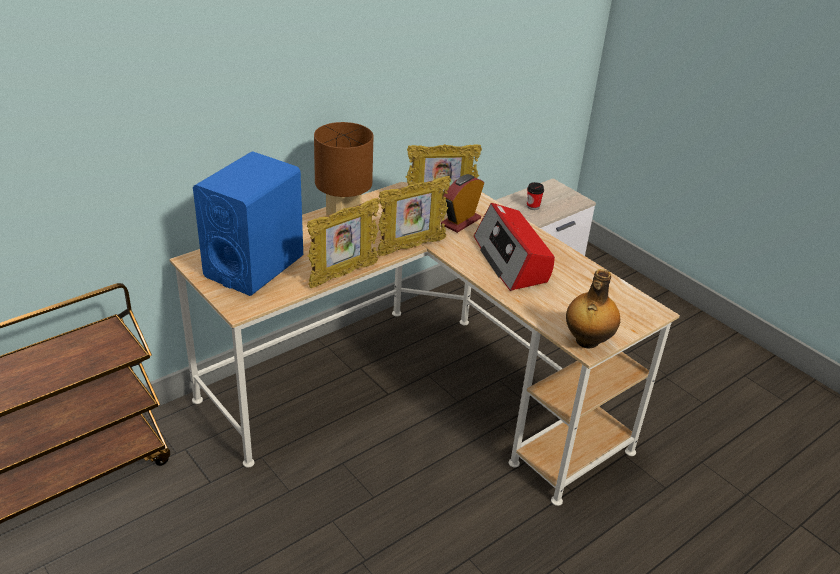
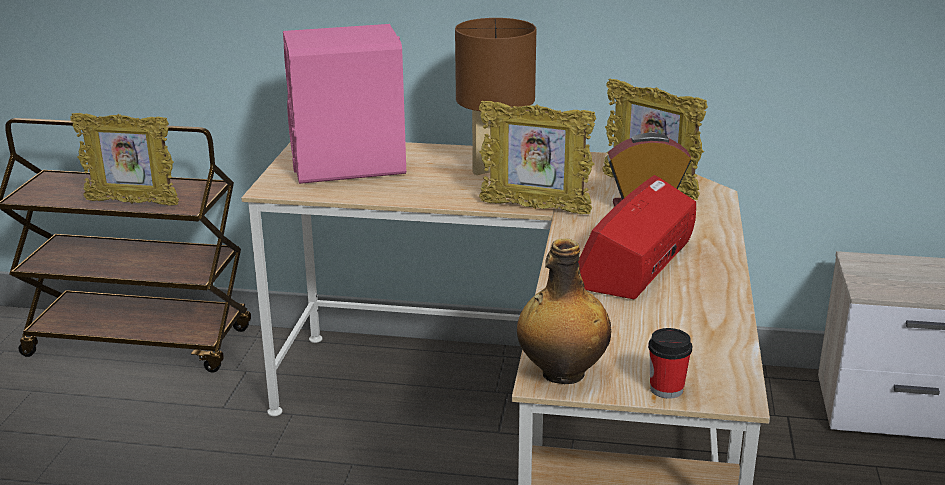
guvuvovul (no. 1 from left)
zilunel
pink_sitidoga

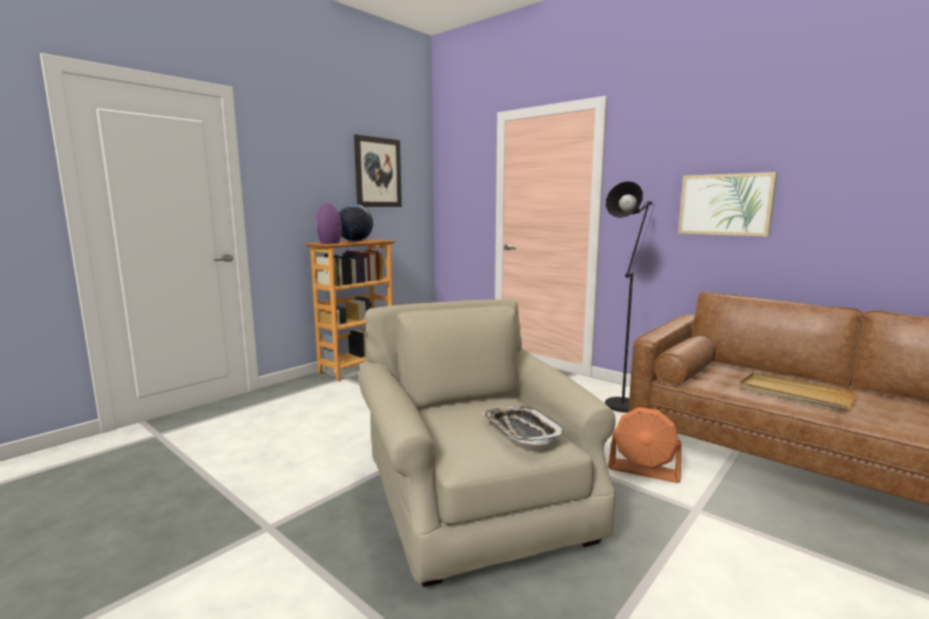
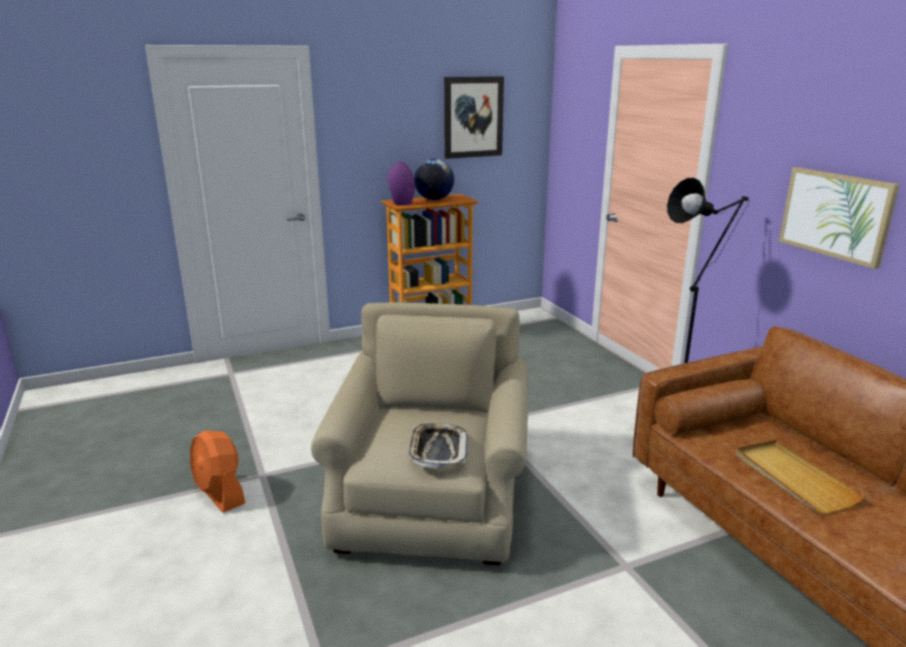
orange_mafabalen

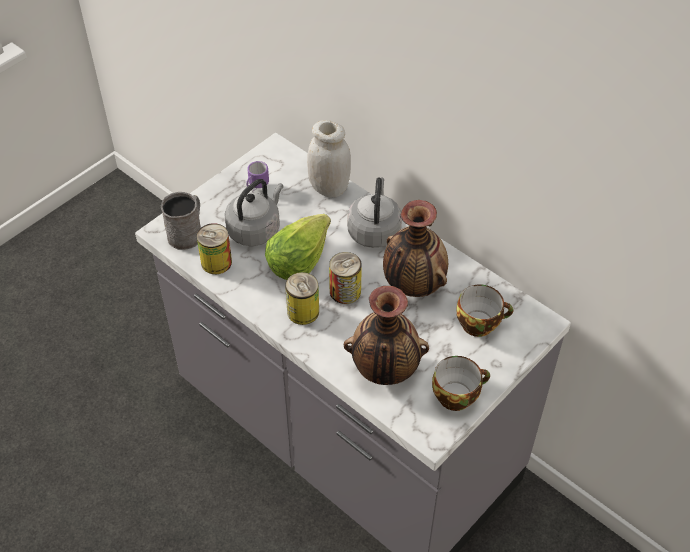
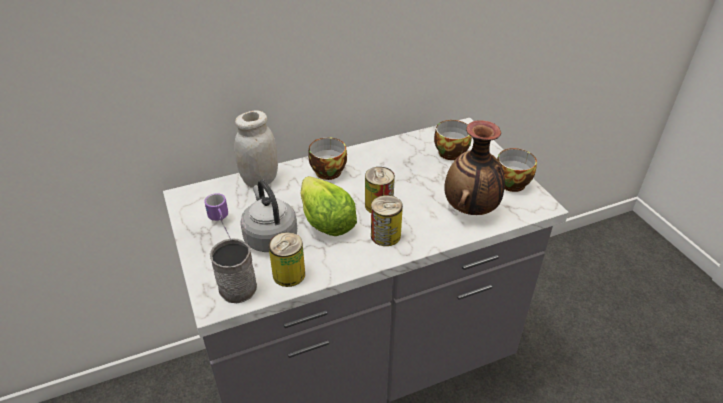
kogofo (no. 2 from left in the first image)
zilunel (no. 1 from left)

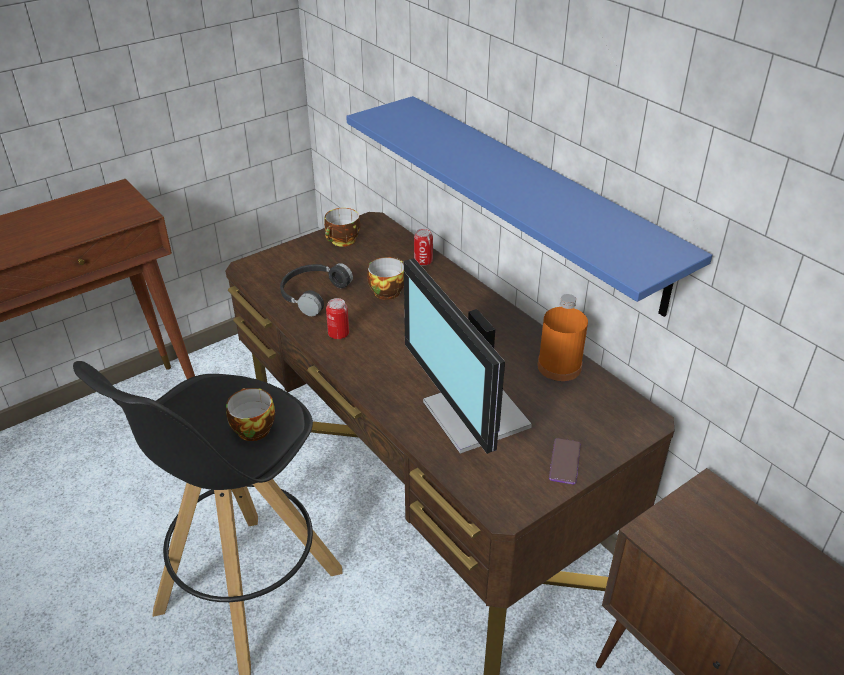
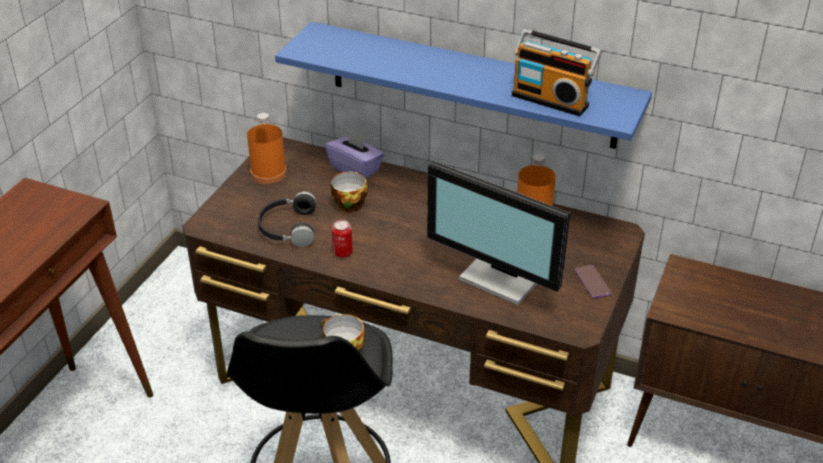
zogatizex
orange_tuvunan (no. 1 from left)
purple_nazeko

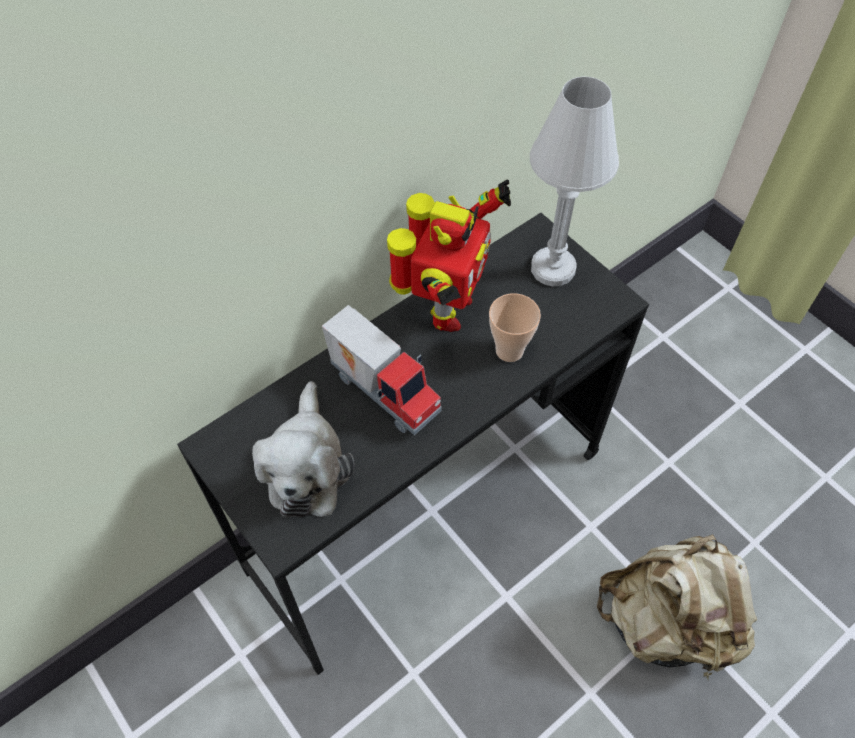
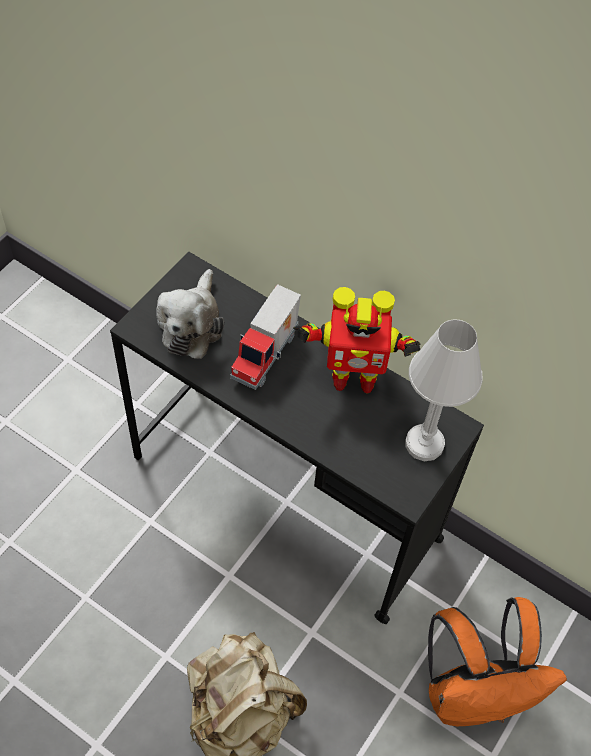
zilunel
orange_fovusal
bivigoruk

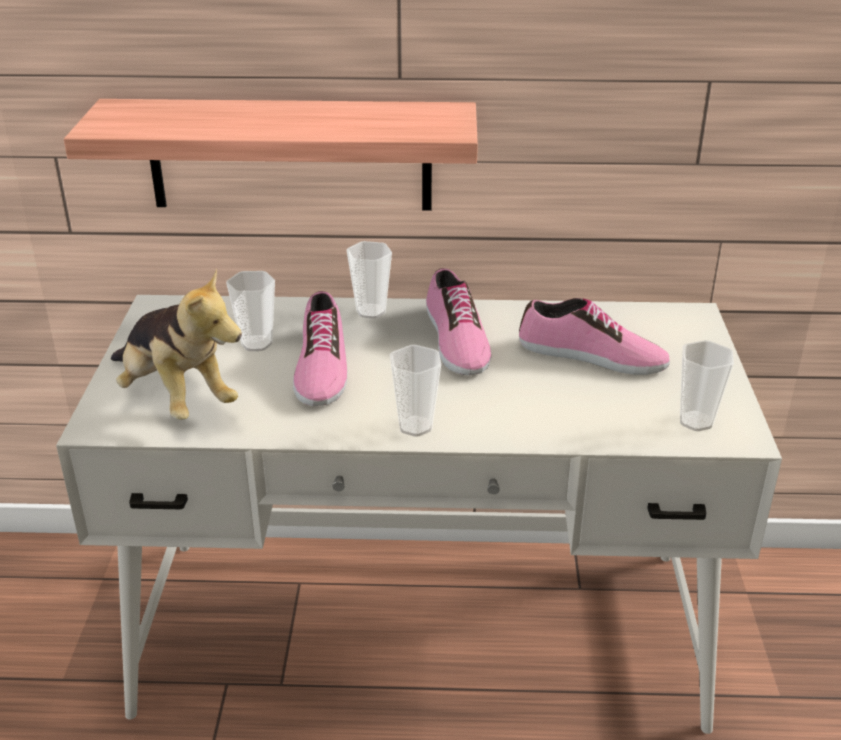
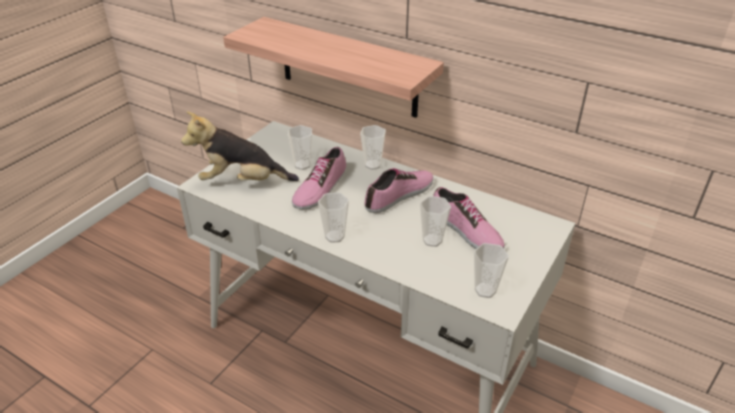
zilunel (no. 4 from left)
bivigoruk
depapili (no. 2 from left)

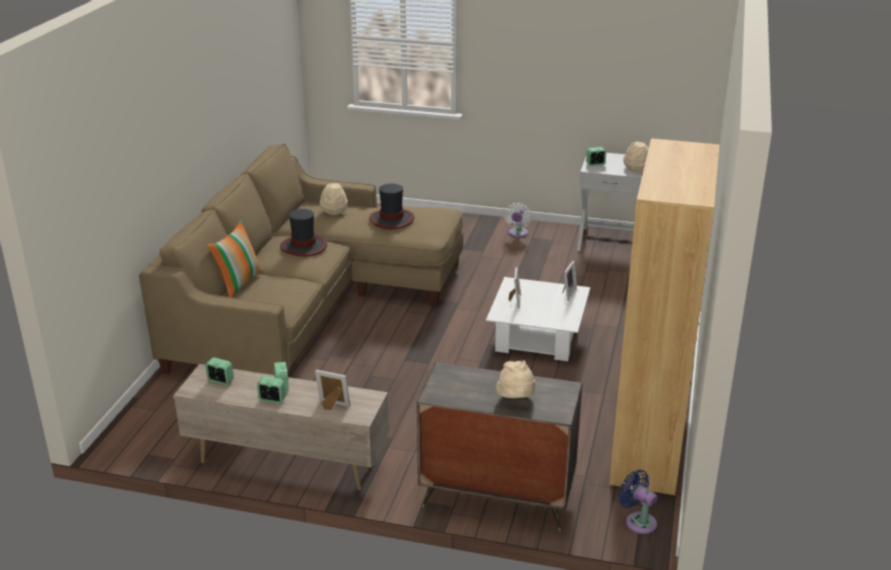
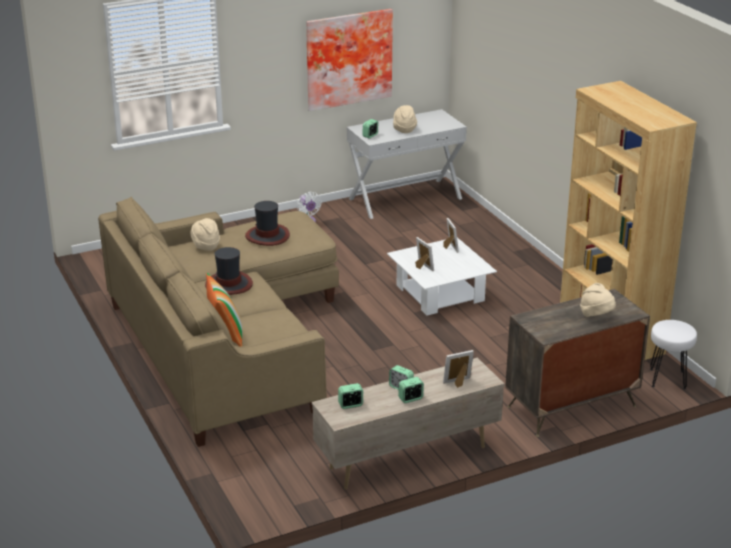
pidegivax
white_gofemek

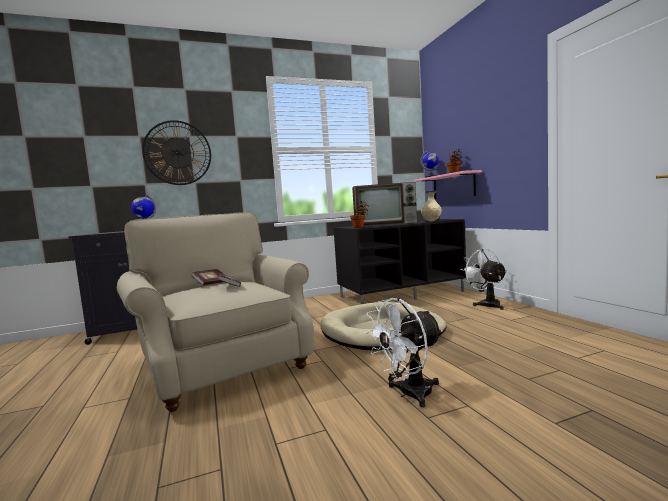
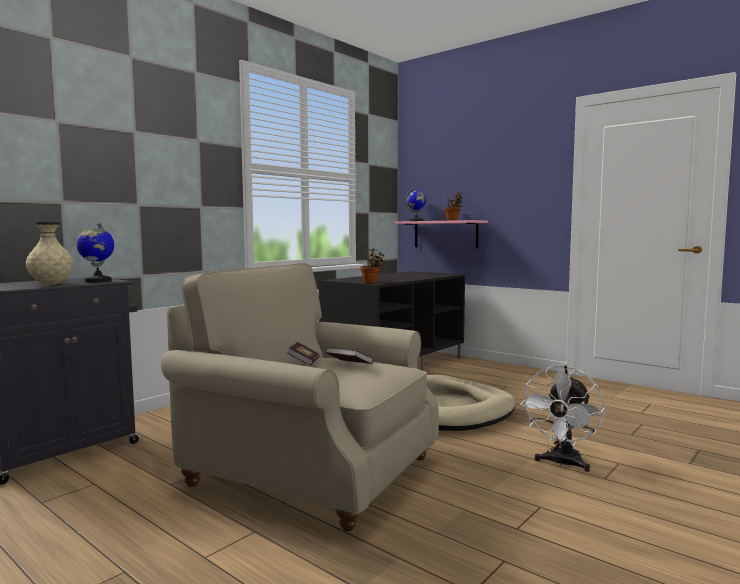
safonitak
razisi
white_mafabalen (no. 2 from left in the first image)
beige_kogofo

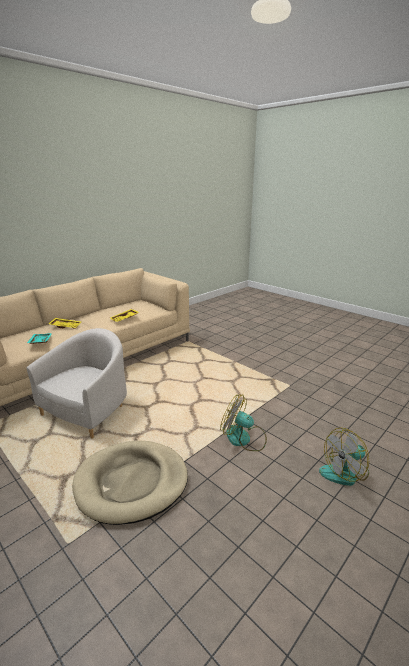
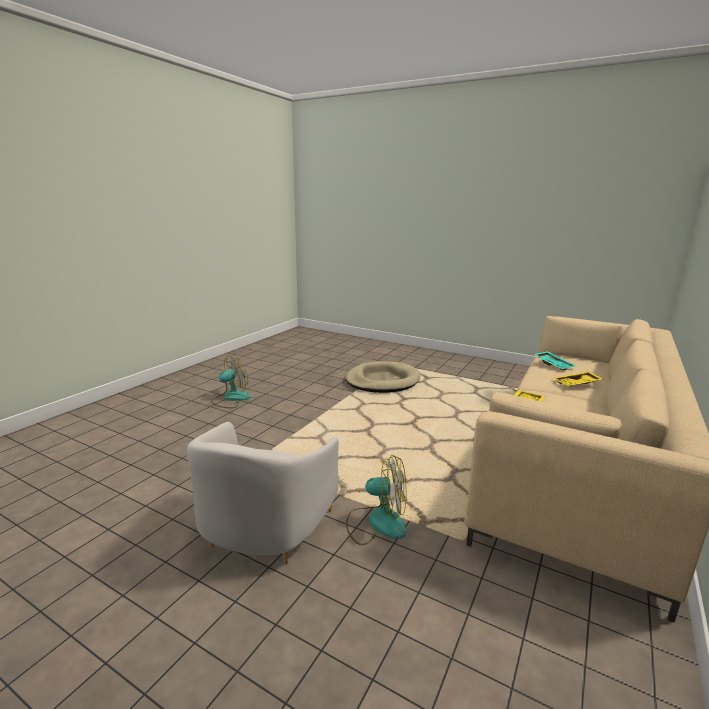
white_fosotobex
mafabalen (no. 2 from left)

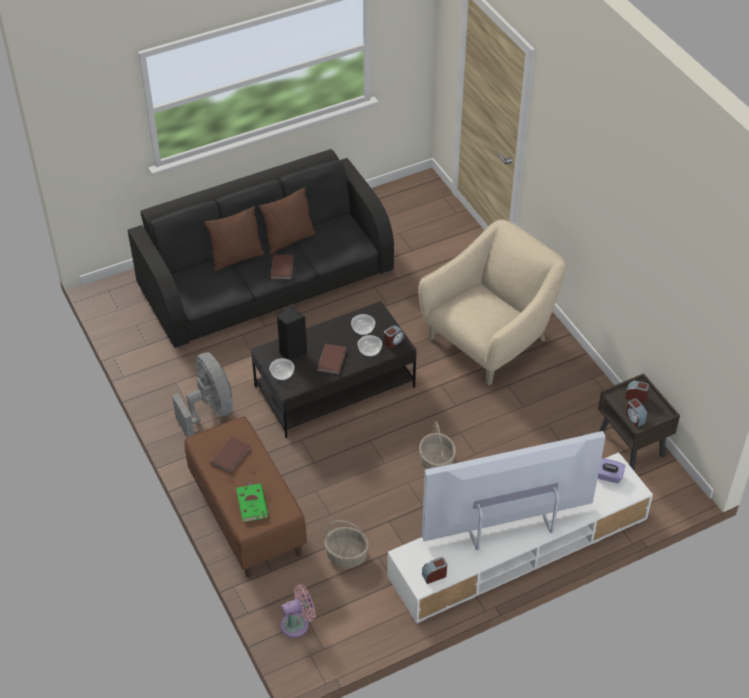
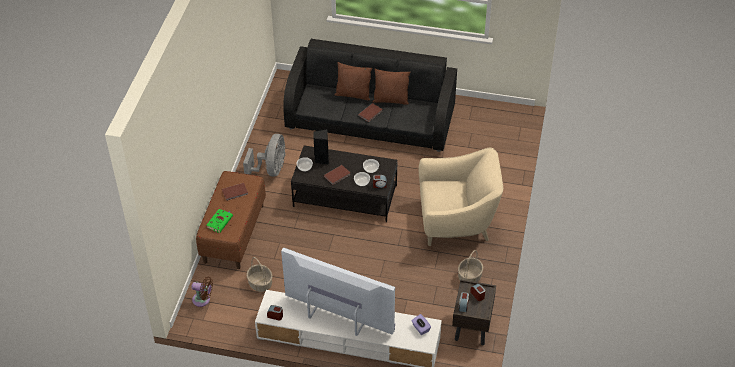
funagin (no. 2 from left)
brown_mafabalen

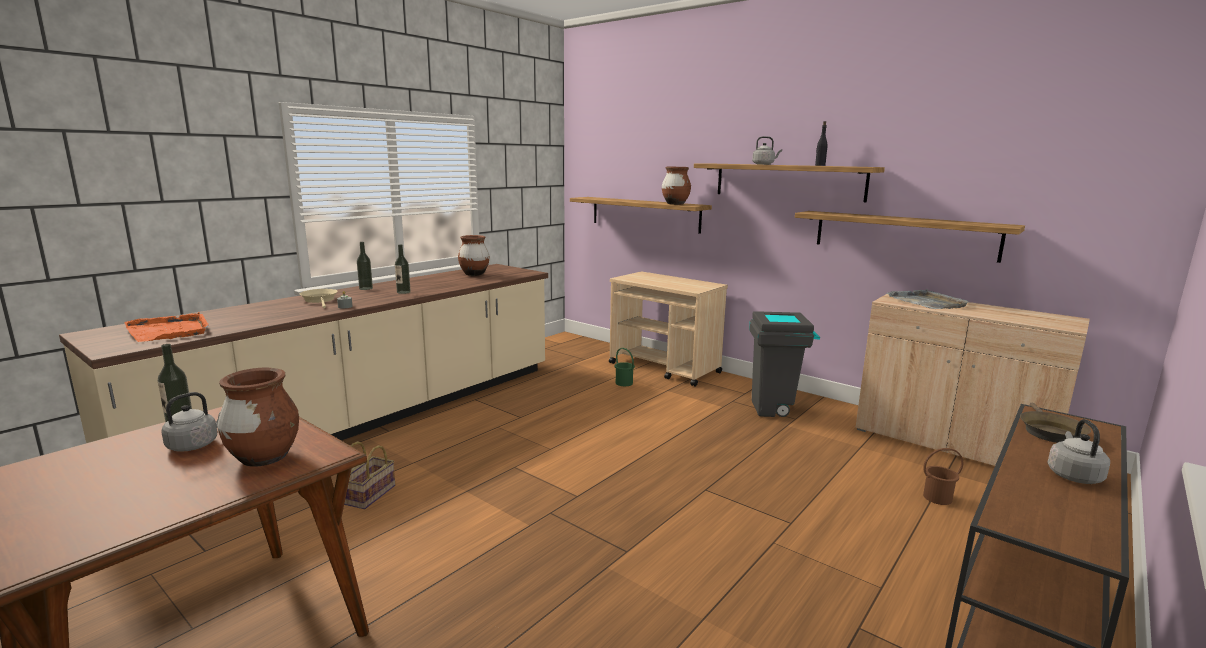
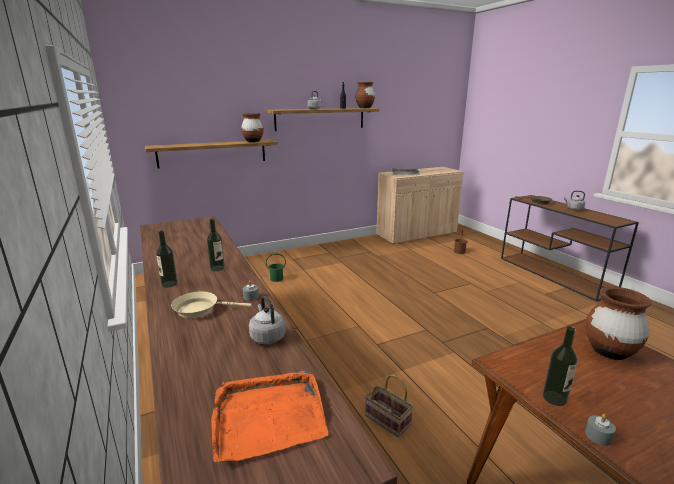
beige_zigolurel
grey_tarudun
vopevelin (no. 3 from left in the first image)
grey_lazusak (no. 2 from left)
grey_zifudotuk (no. 1 from left)
brown_kogofo (no. 2 from left)

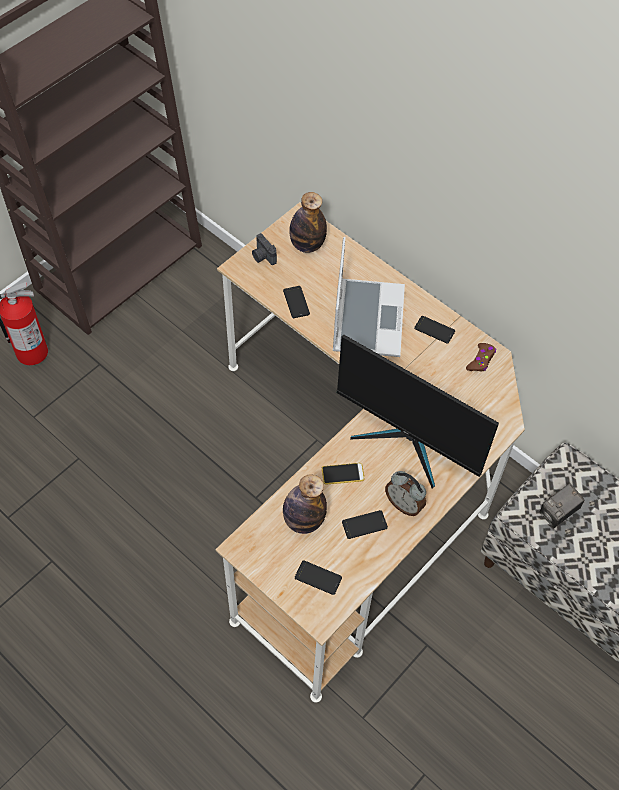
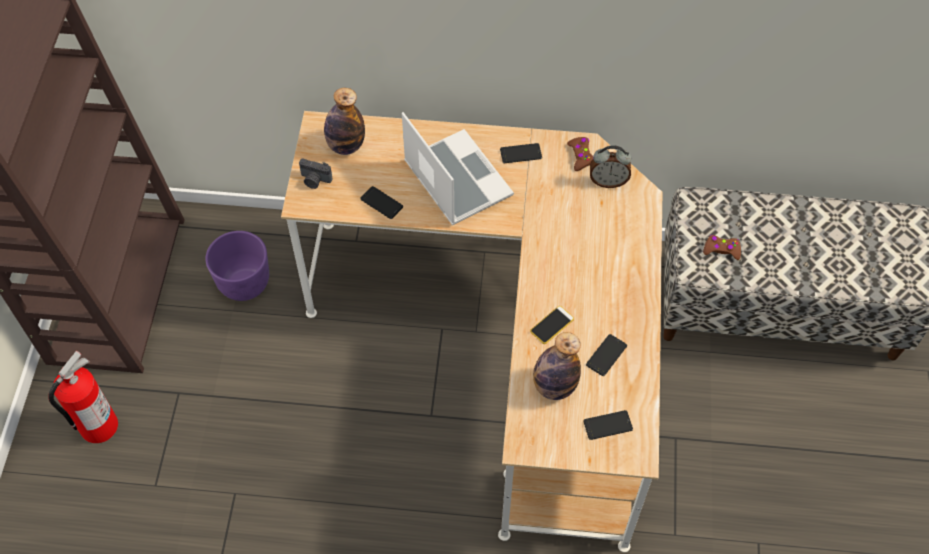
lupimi
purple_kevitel
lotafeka
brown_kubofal (no. 2 from left)

